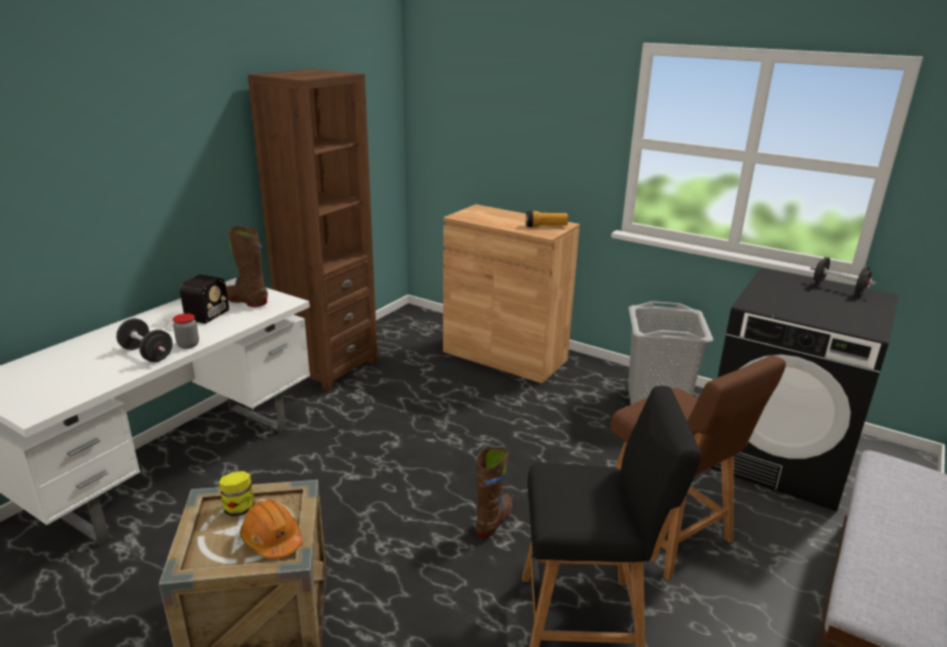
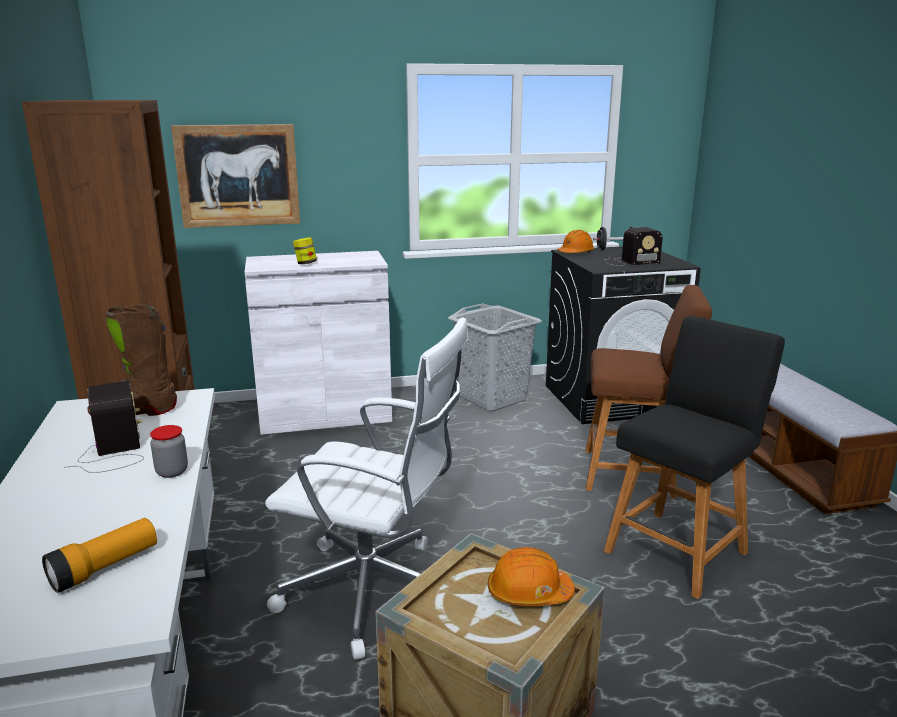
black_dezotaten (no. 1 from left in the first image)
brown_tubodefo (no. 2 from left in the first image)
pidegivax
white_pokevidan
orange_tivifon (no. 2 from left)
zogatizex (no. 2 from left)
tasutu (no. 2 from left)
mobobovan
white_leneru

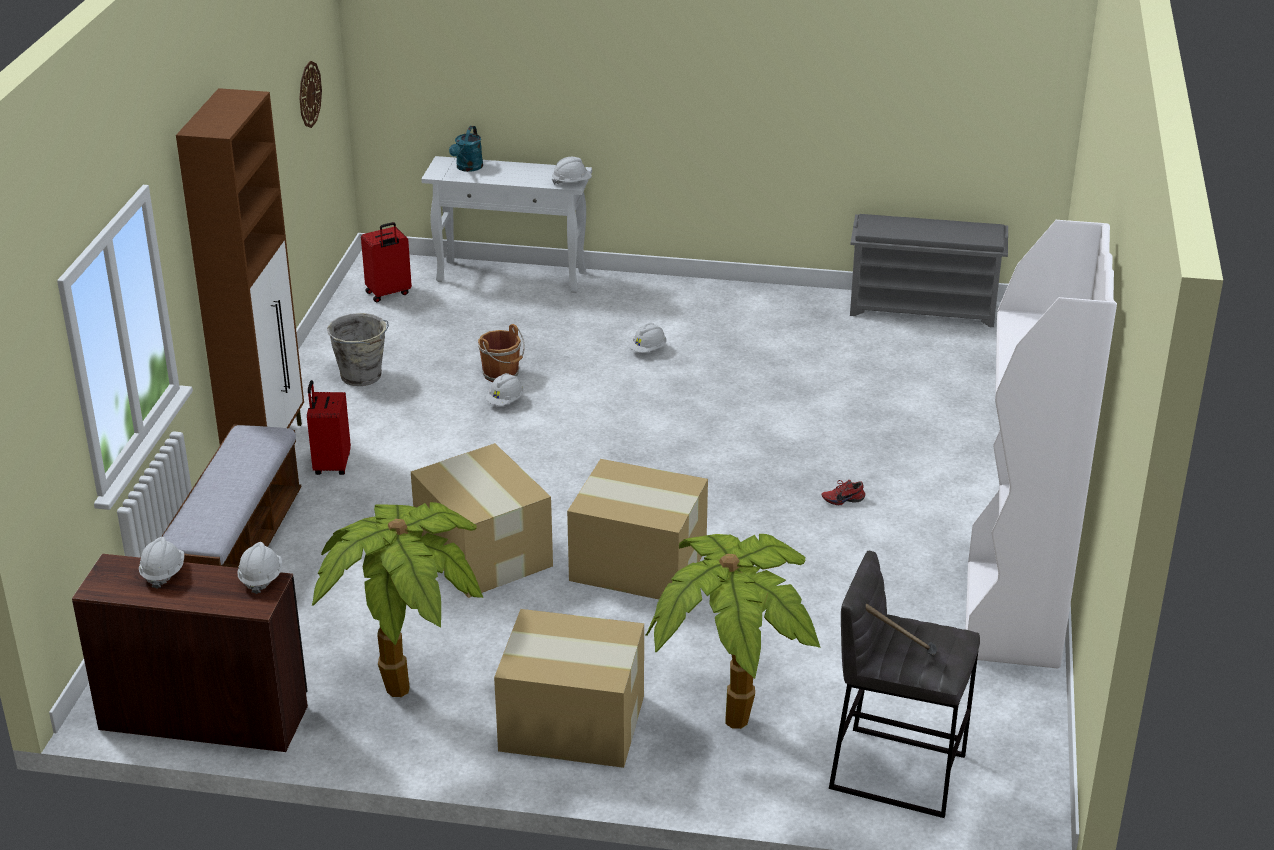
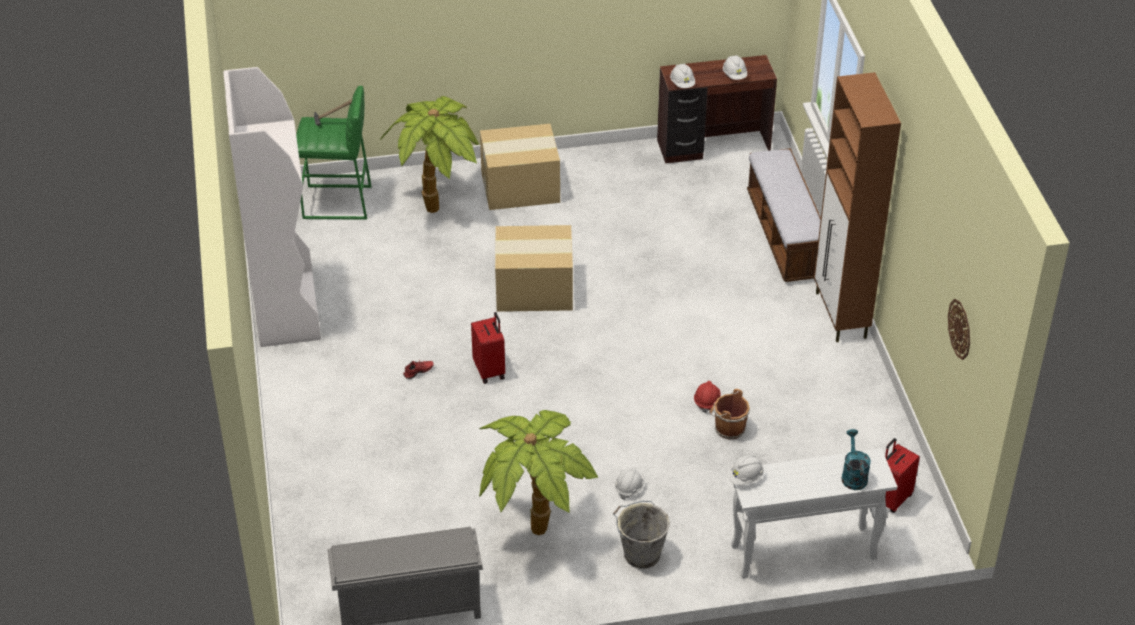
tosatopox (no. 1 from left in the first image)
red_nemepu (no. 1 from left)
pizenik (no. 2 from left)
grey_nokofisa
red_tivifon
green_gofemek

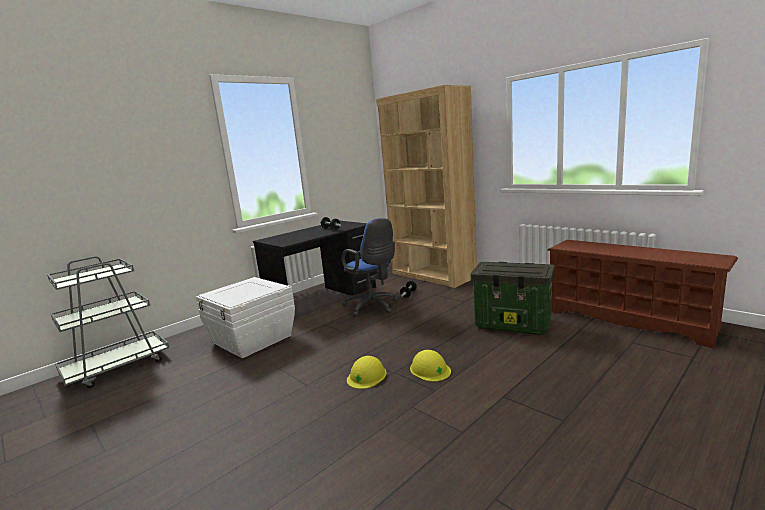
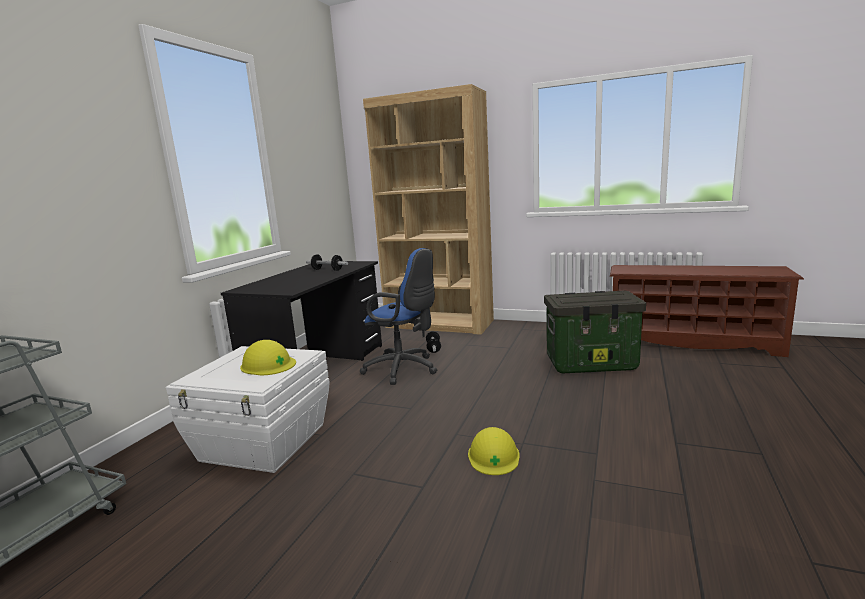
yellow_tivifon (no. 1 from left)

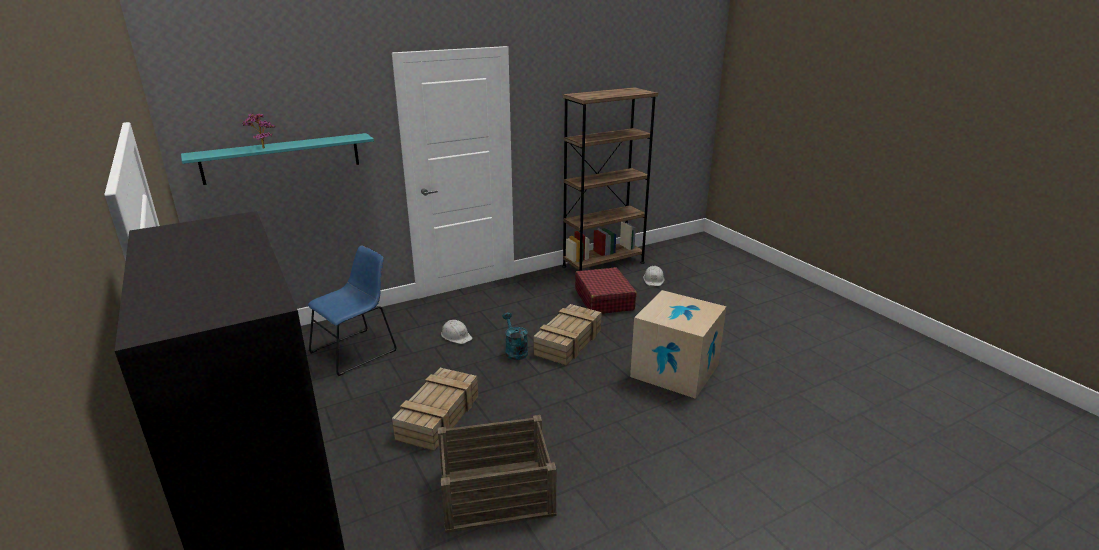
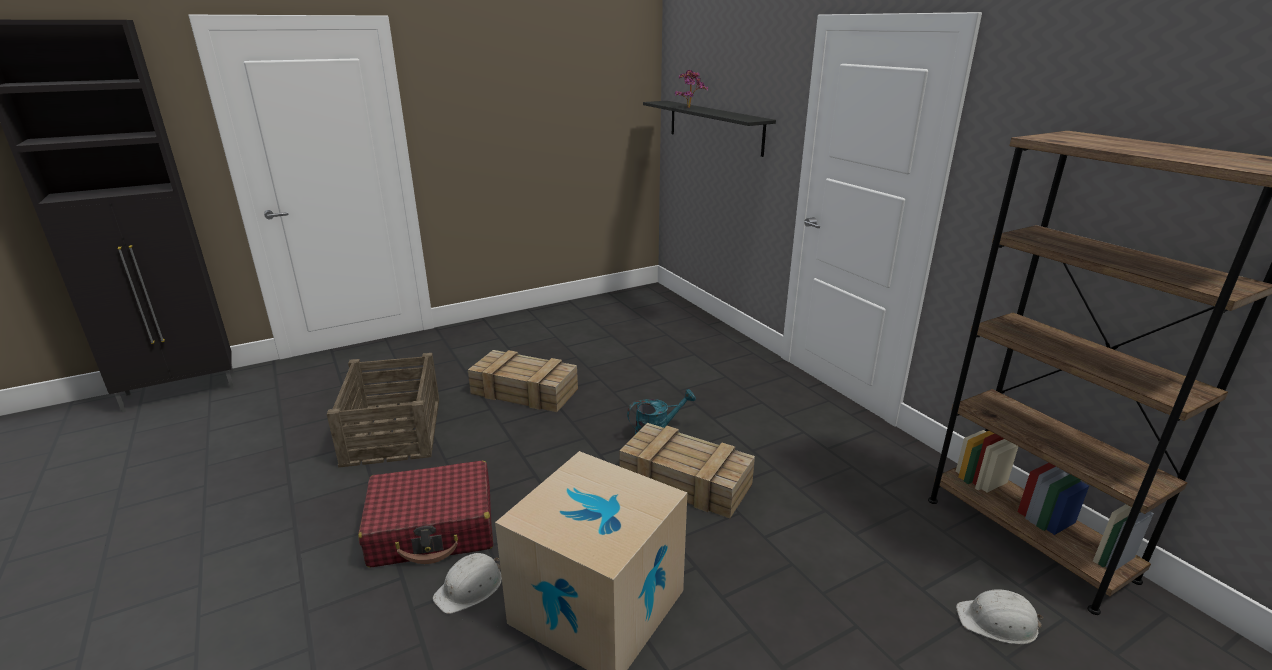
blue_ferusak
white_tivifon (no. 1 from left)
red_nemepu
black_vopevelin

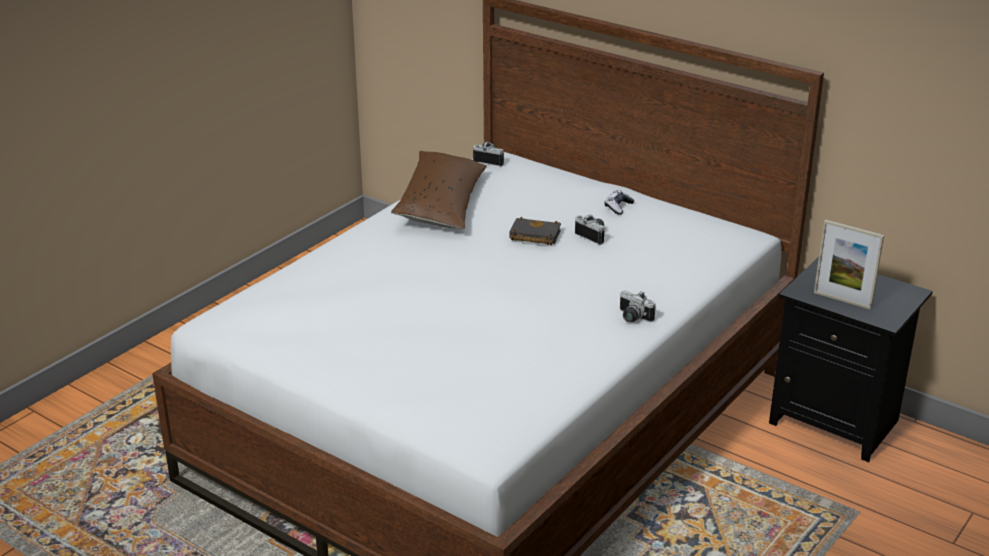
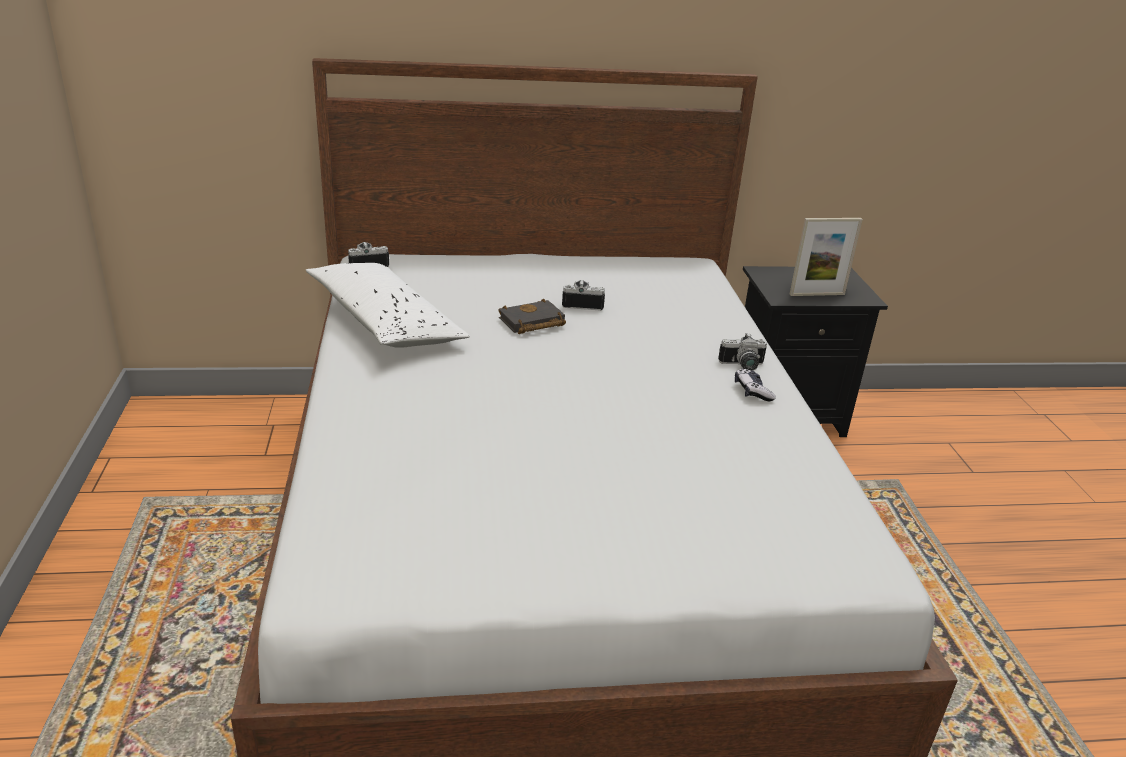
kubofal
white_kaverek

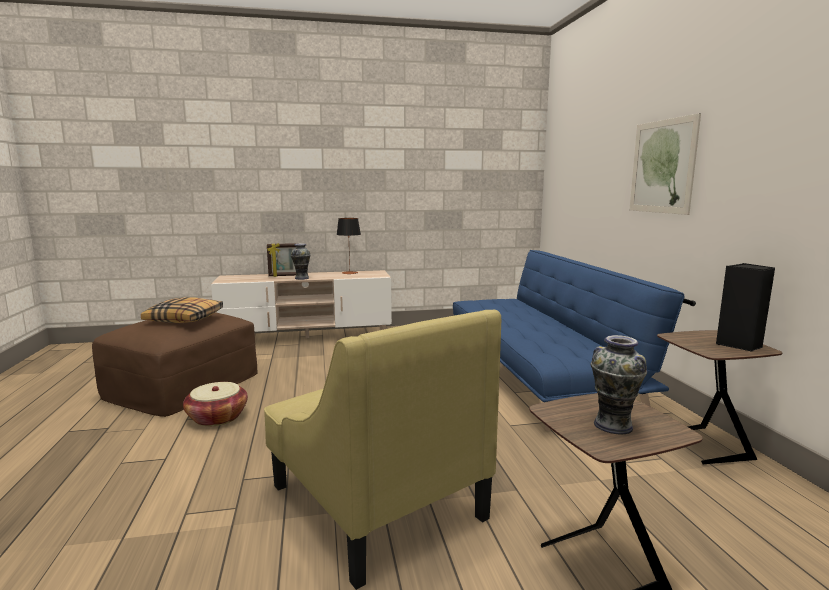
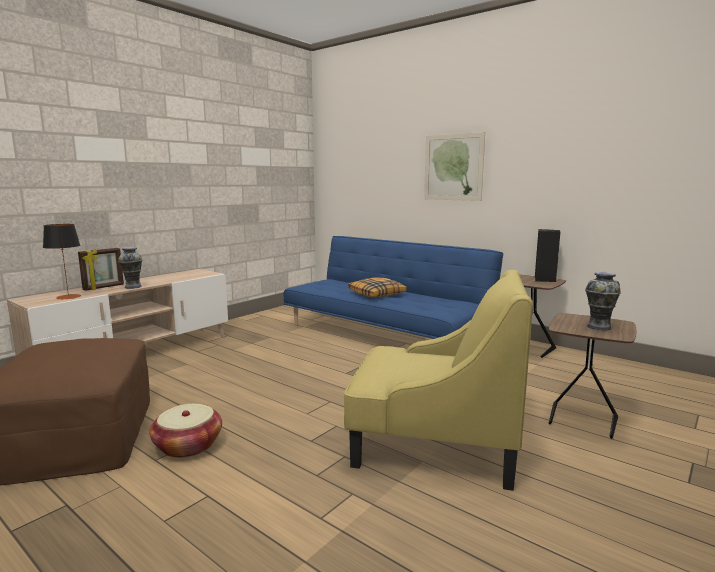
kaverek
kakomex

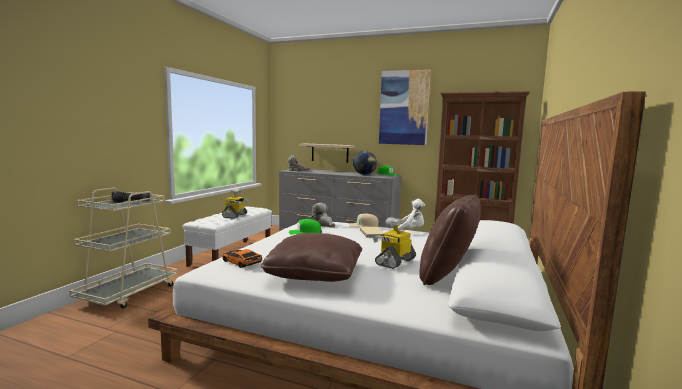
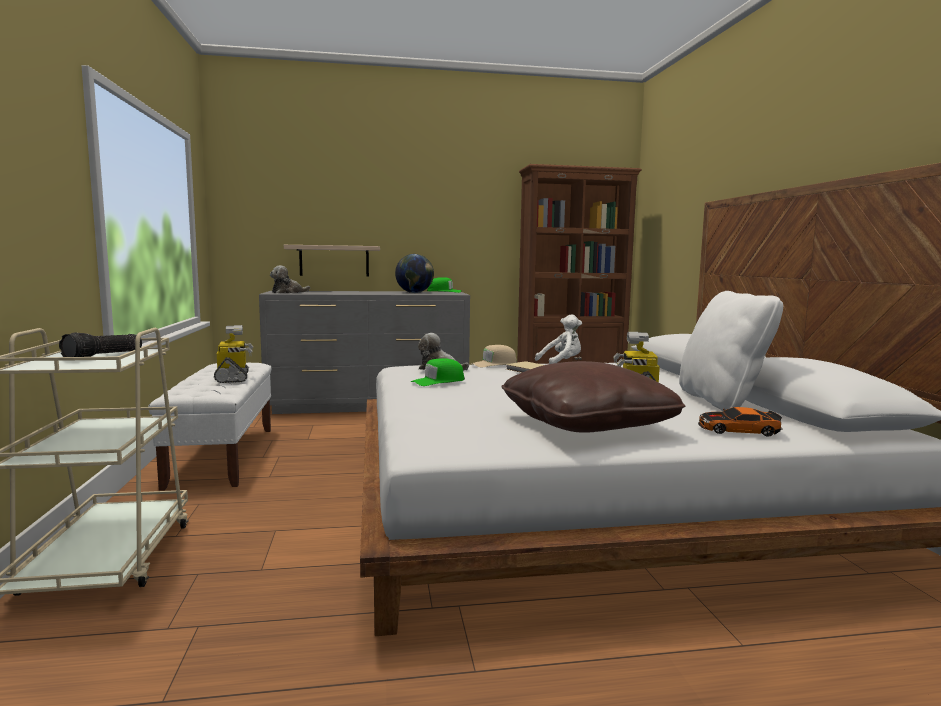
pidegivax
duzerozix
white_kaverek

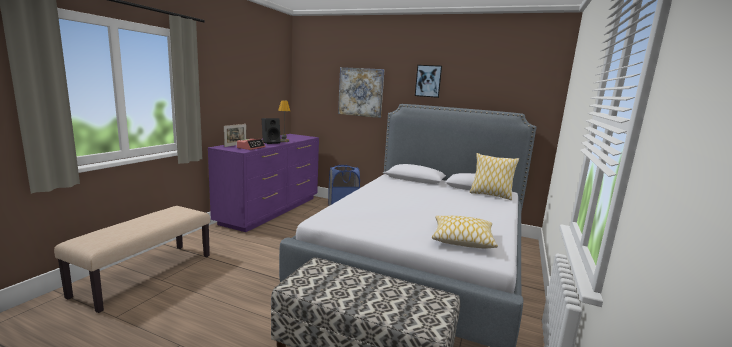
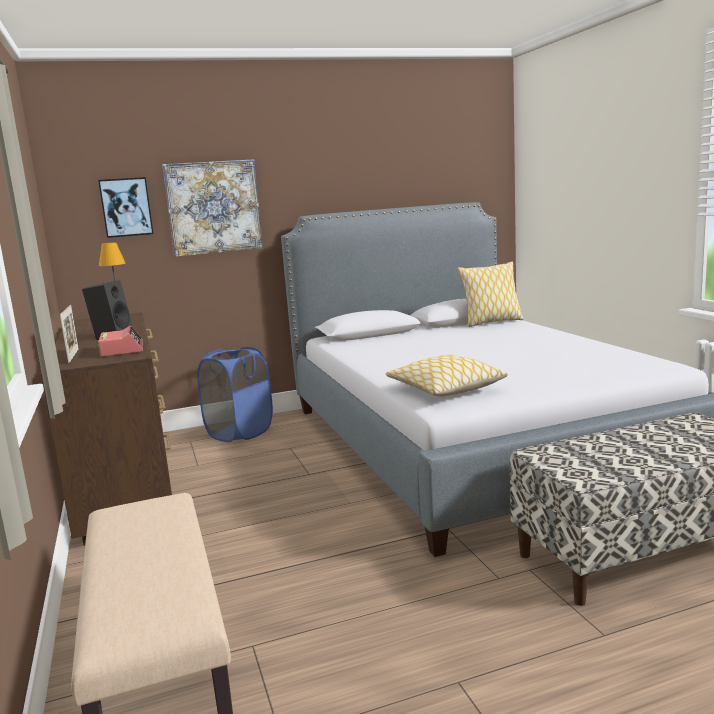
pidegivax (no. 1 from left)
kaverek (no. 1 from left)
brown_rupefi

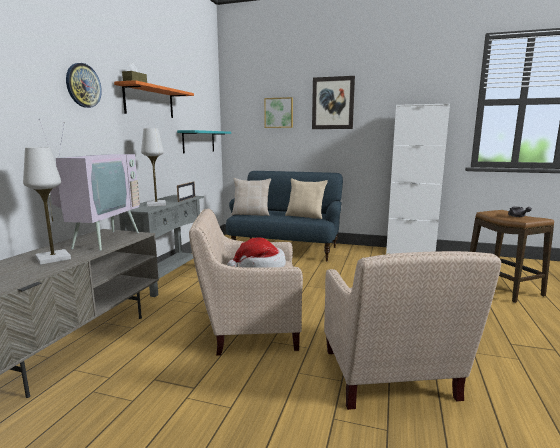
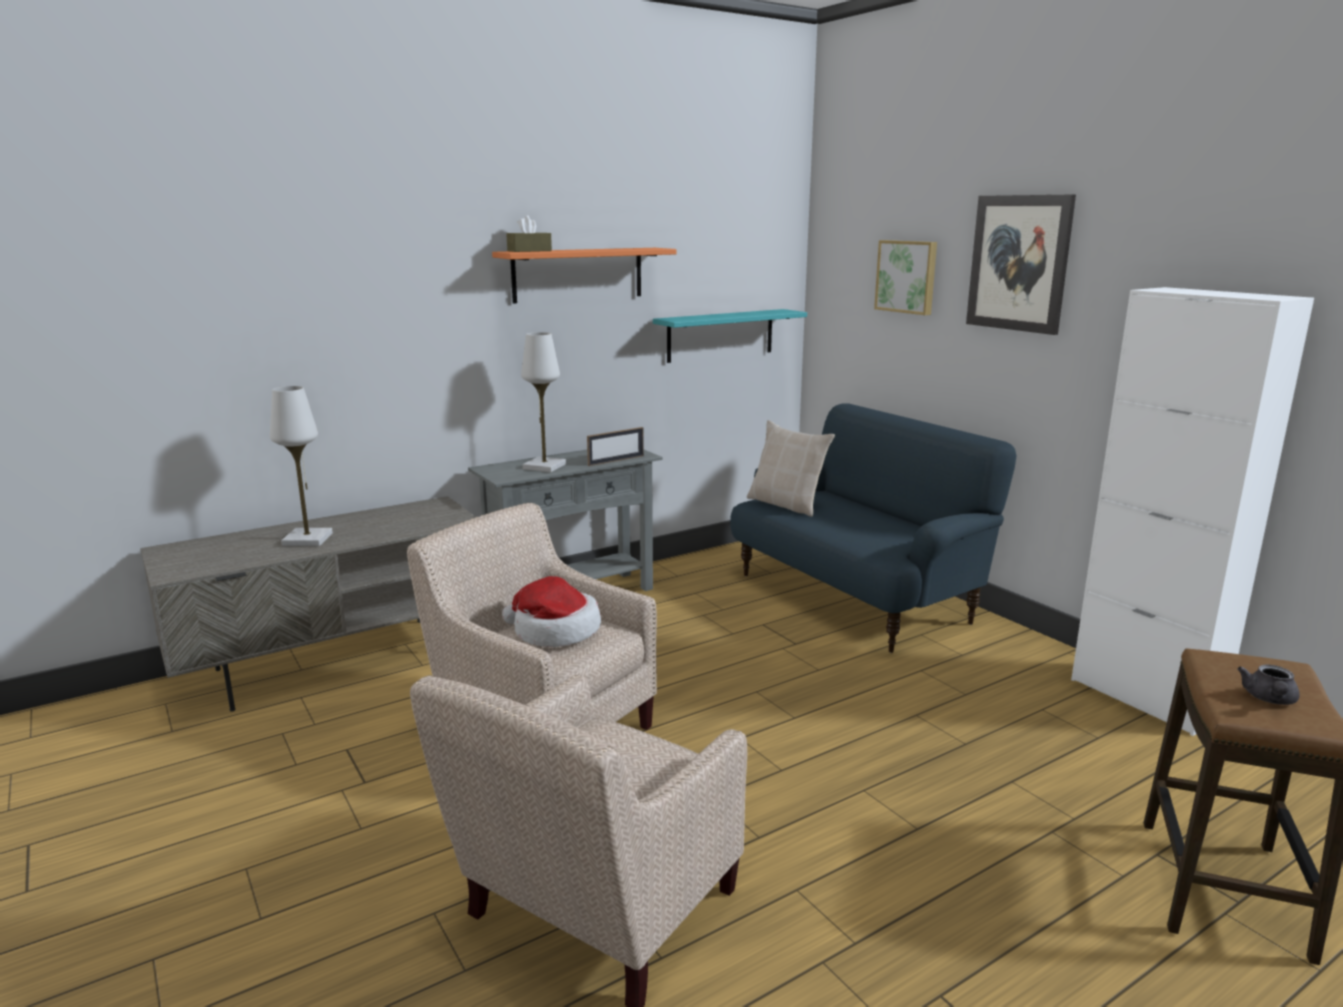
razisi
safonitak
beige_kaverek (no. 2 from left in the first image)

